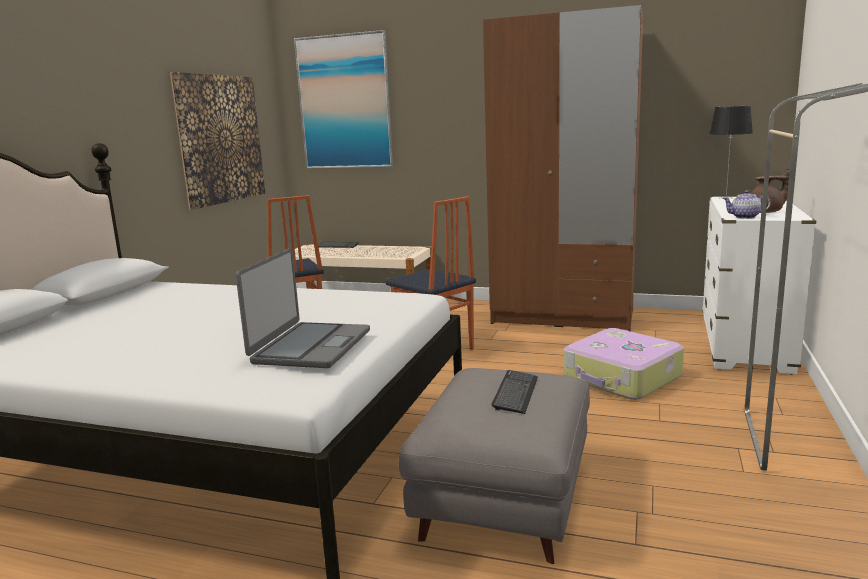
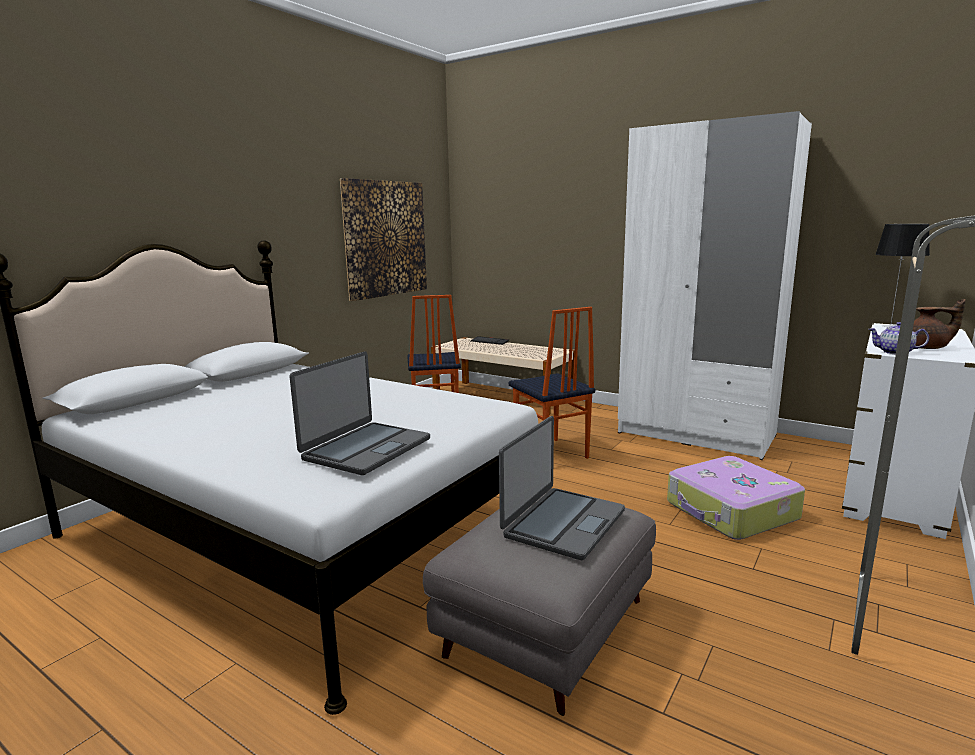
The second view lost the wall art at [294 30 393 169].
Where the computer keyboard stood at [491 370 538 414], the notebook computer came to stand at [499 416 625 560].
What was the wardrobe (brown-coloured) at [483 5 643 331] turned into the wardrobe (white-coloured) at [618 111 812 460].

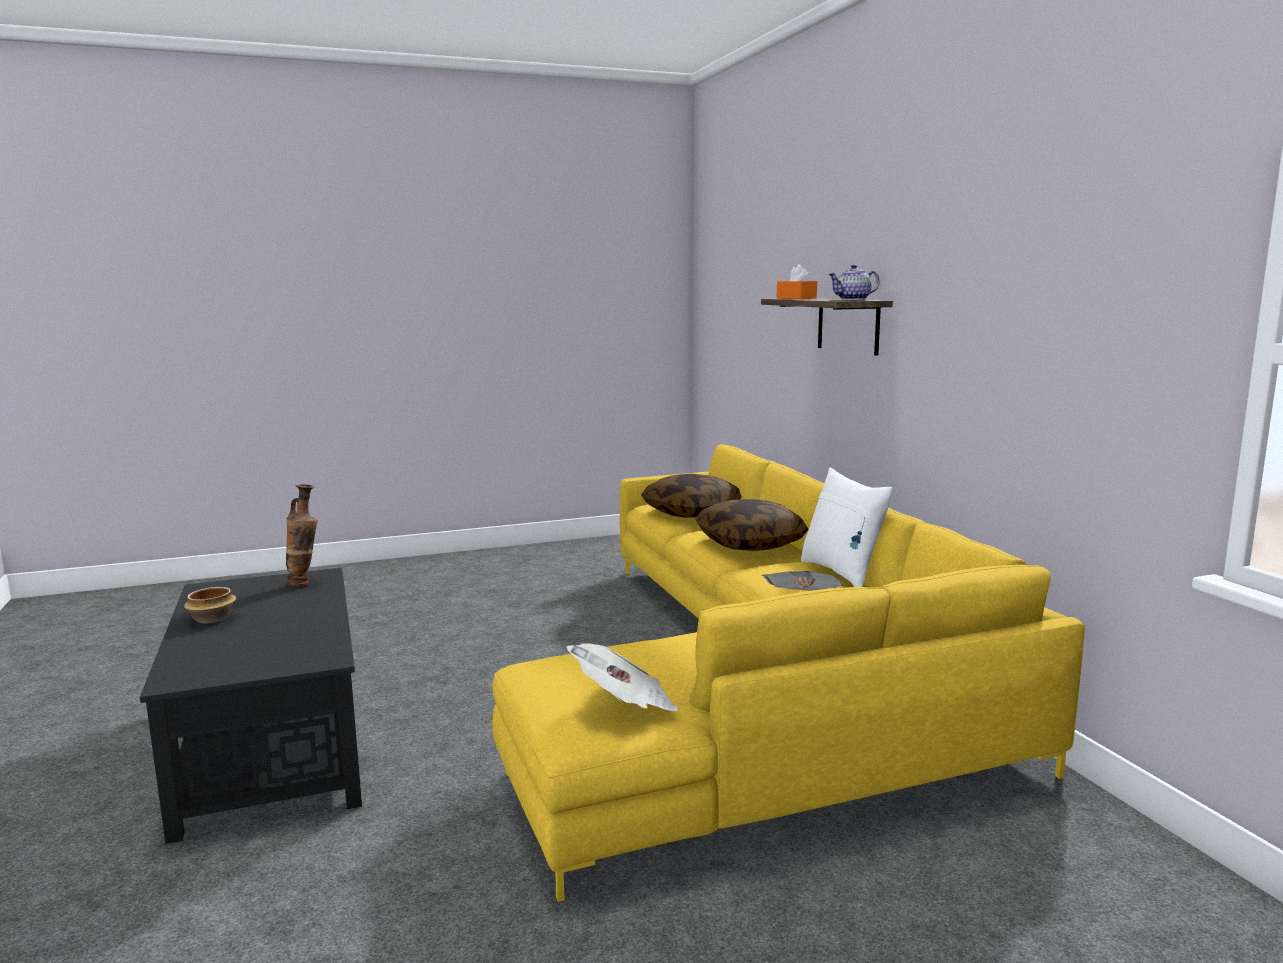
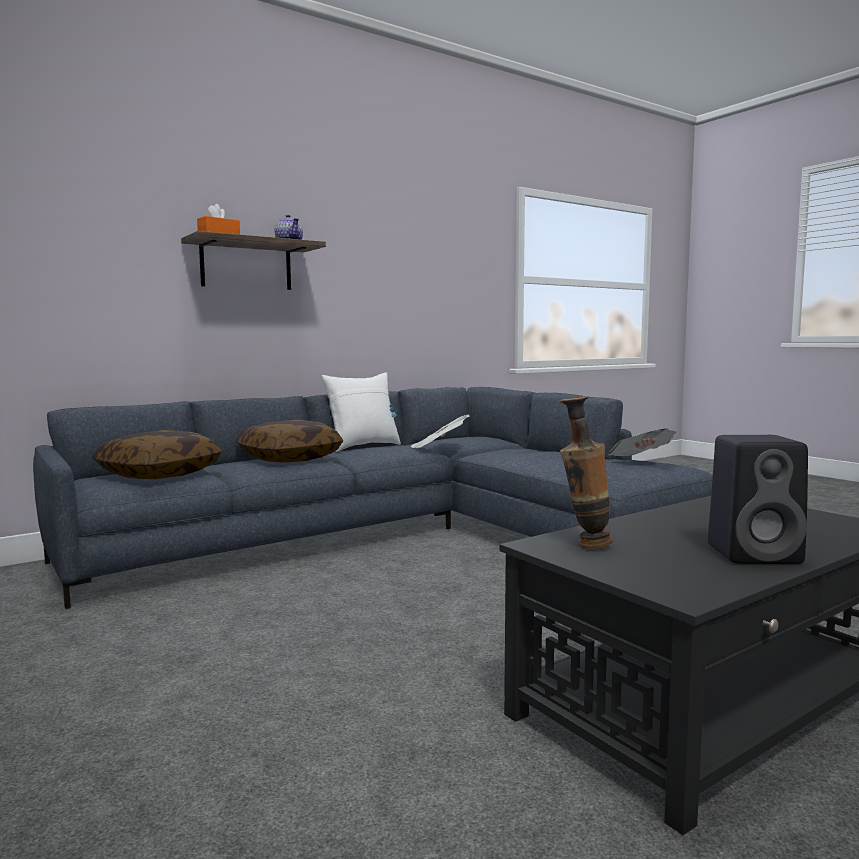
Where the deep dish stood at [184 587 236 624], the speaker (black) came to stand at [708 435 808 564].
What was the couch (yellow-coloured) at [492 444 1085 902] turned into the couch (bluish) at [33 387 713 609].

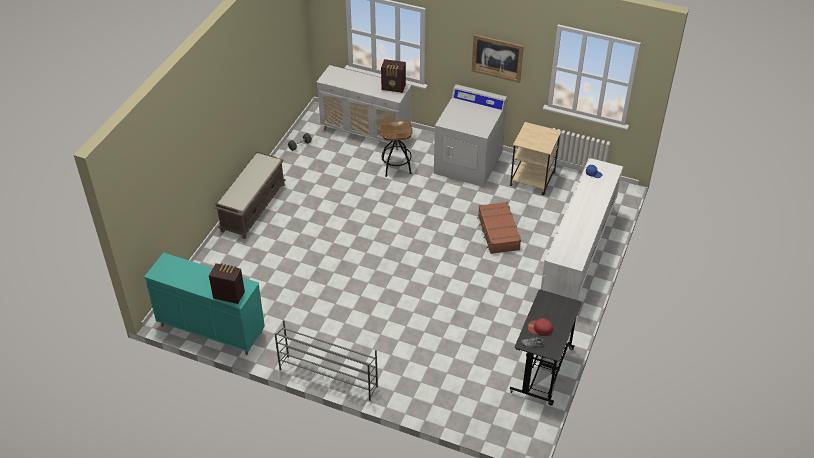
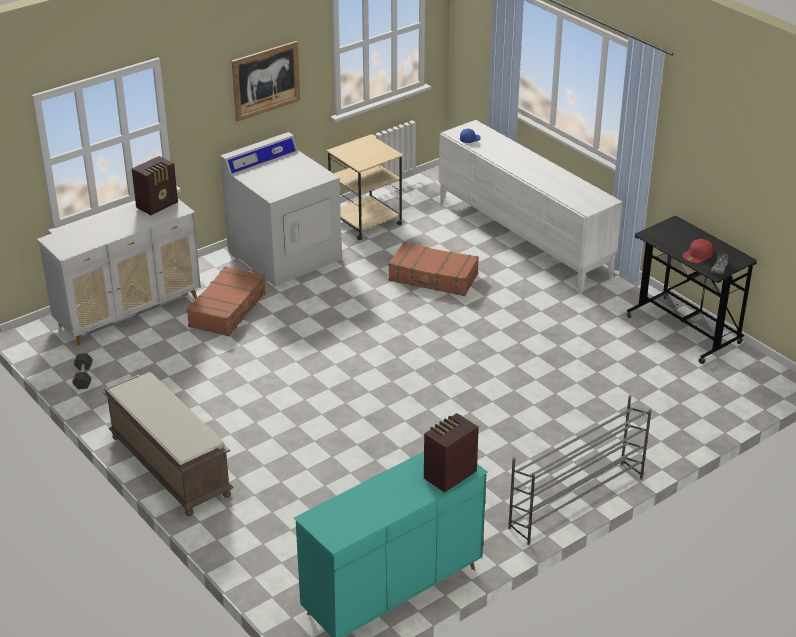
Where the sitting stool (brown-coloured) stood at [380 120 413 177], the suitcase (brown-coloured) came to stand at [187 266 266 336].

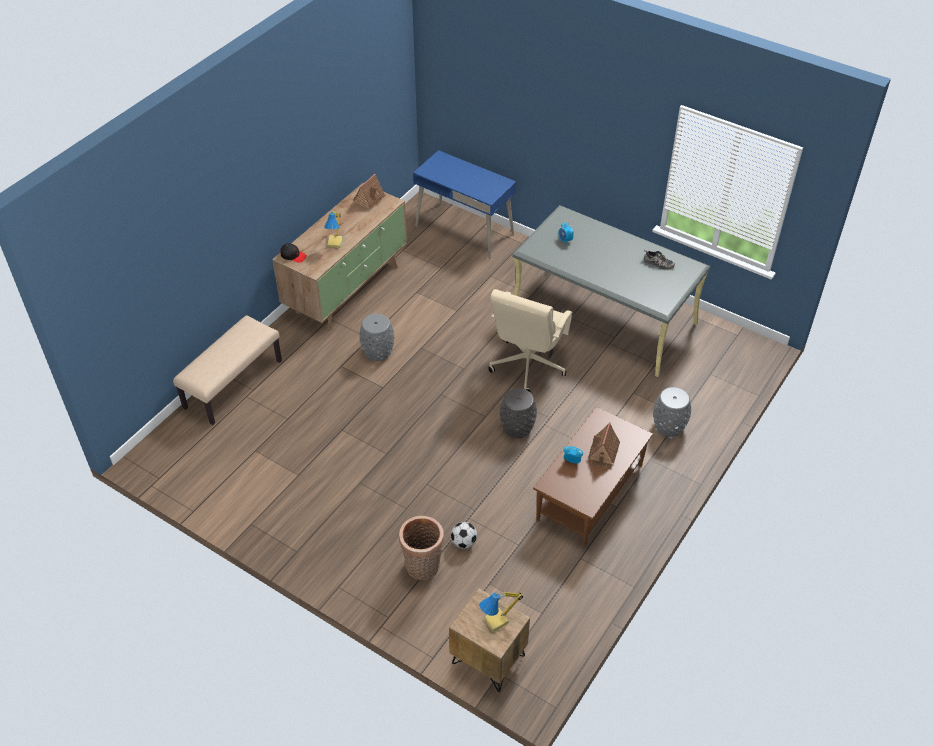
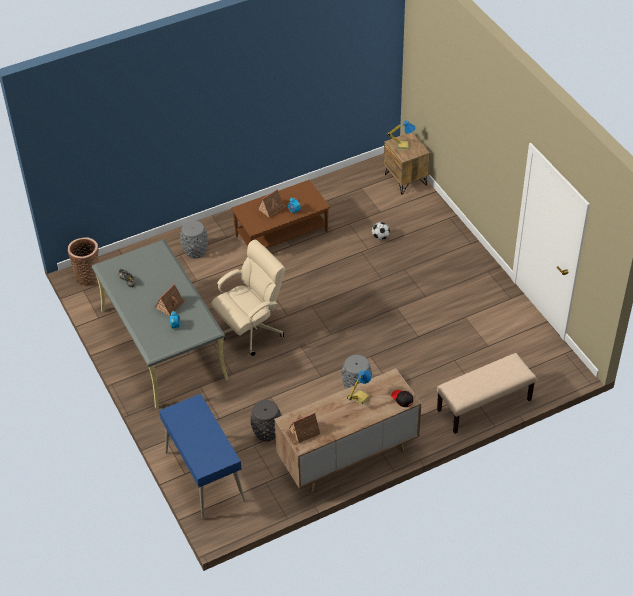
The second view gained the miniature house at [155 284 186 316].
The storage basket ended up elsewhere, having gone from [399 515 444 580] to [68 237 99 287].
The sitting stool (grey) ended up elsewhere, having gone from [500 388 537 438] to [250 400 281 441].

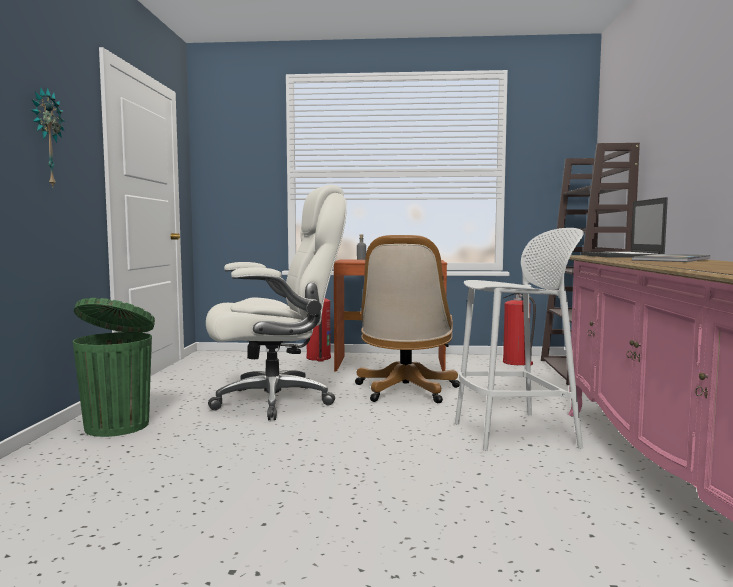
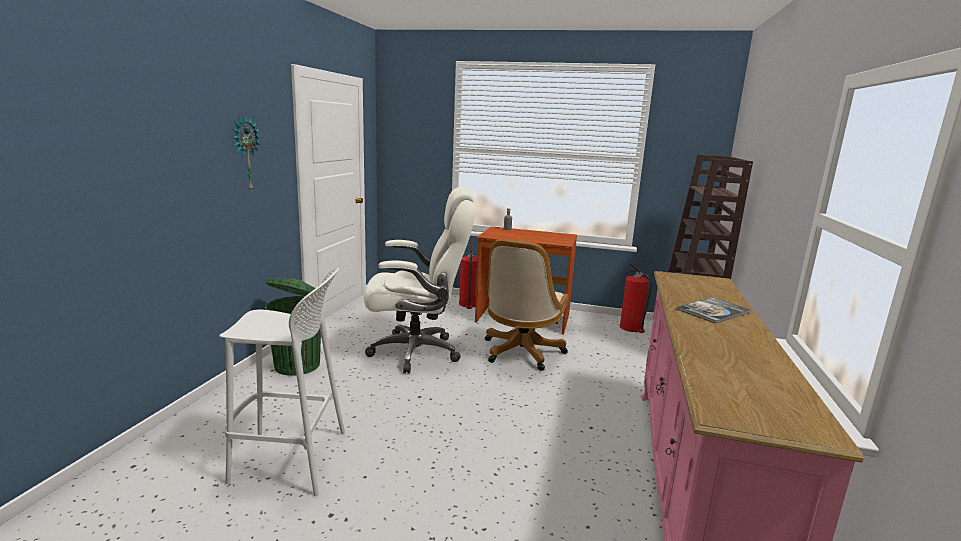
The second view lost the notebook computer at [581 197 668 258].
The sitting stool (white-coloured) ended up elsewhere, having gone from [455 228 584 451] to [219 267 345 496].

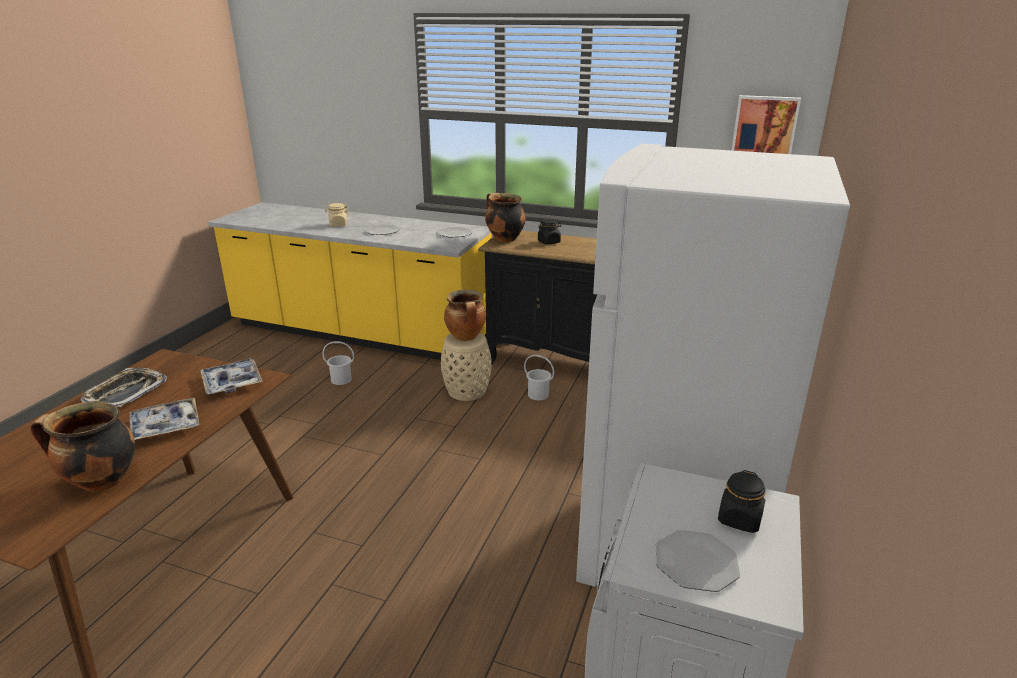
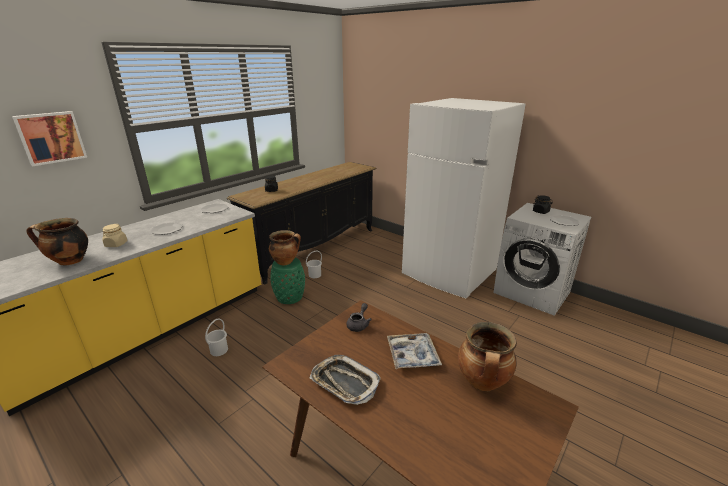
The cooking pot ended up elsewhere, having gone from [485 193 526 242] to [26 218 88 265].
The wall art ended up elsewhere, having gone from [732 95 801 154] to [12 111 87 166].
Where the serving tray stood at [200 358 263 395], the teapot (grey) came to stand at [346 303 372 332].
What was the sitting stool (beige) at [441 332 492 401] turned into the sitting stool (greenish) at [270 258 305 304].

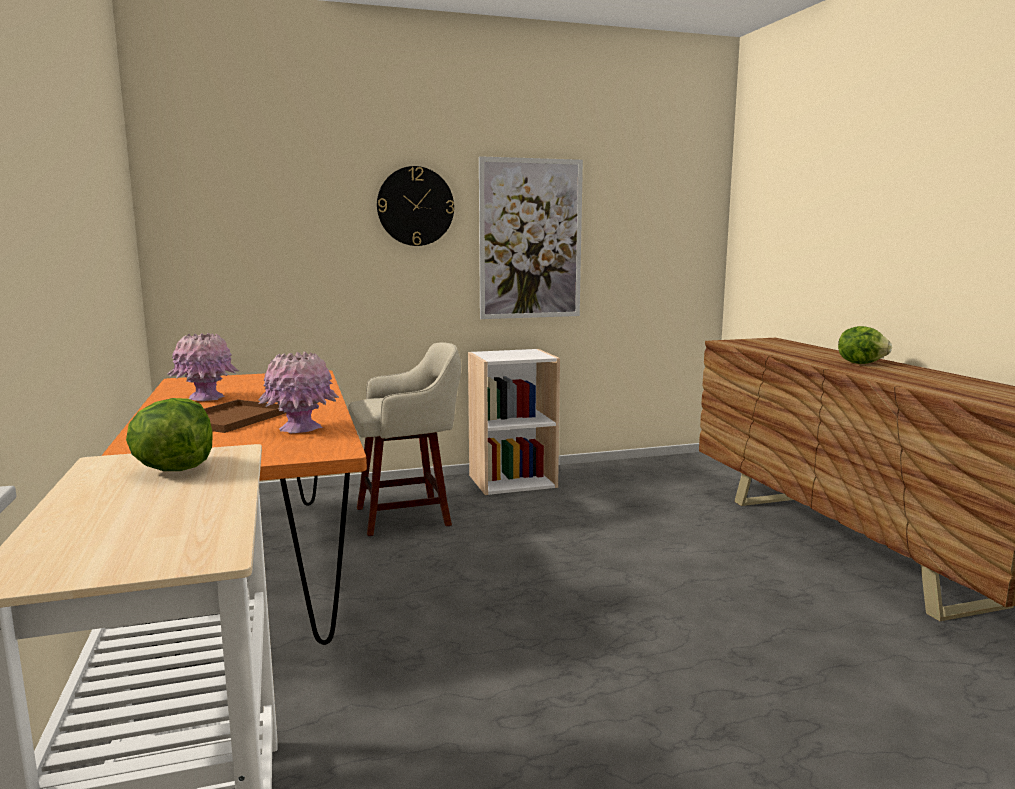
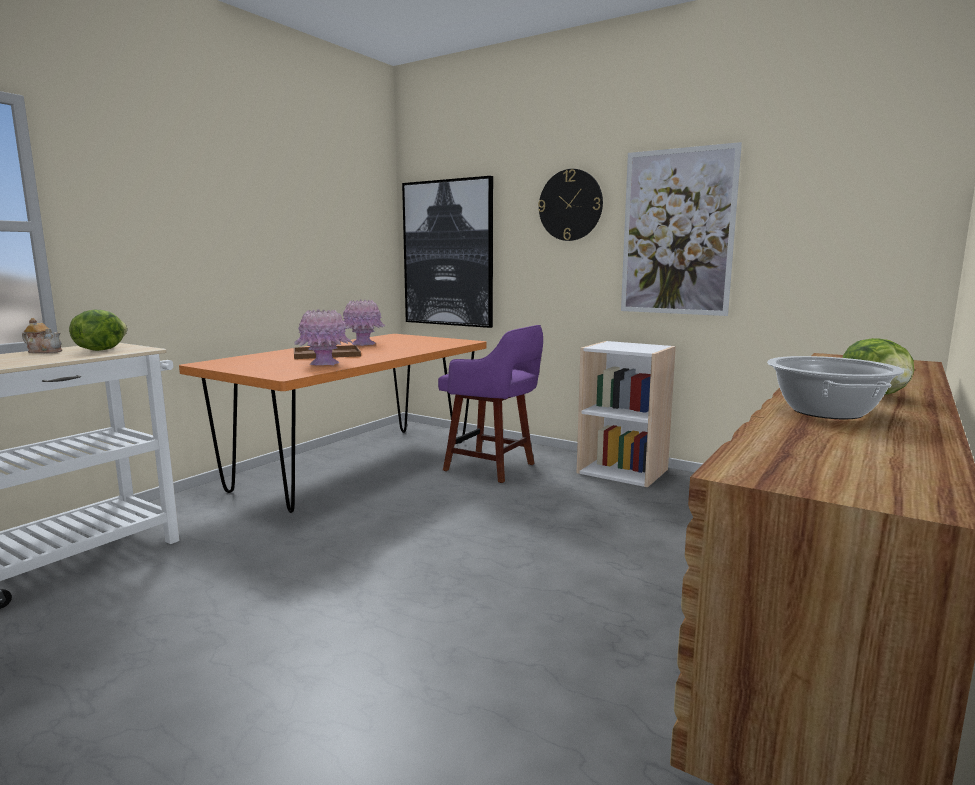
The second view gained the teapot at [22 318 62 353].
The second view gained the wall art at [402 176 493 328].
The second view gained the cooking pot at [767 356 904 419].
What was the sitting stool (beige) at [348 342 461 536] turned into the sitting stool (purplish) at [438 325 543 483].

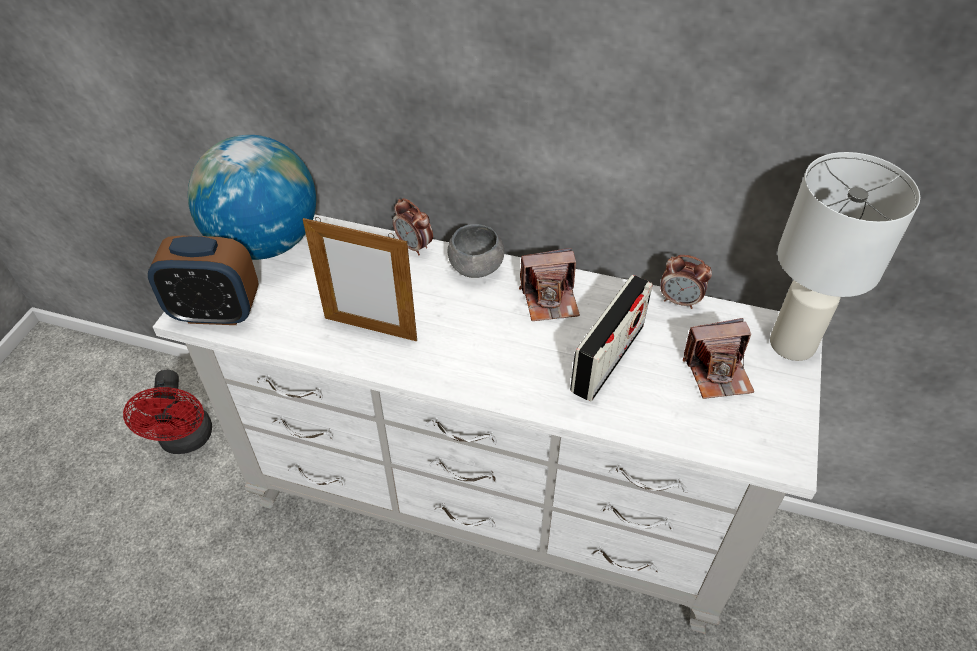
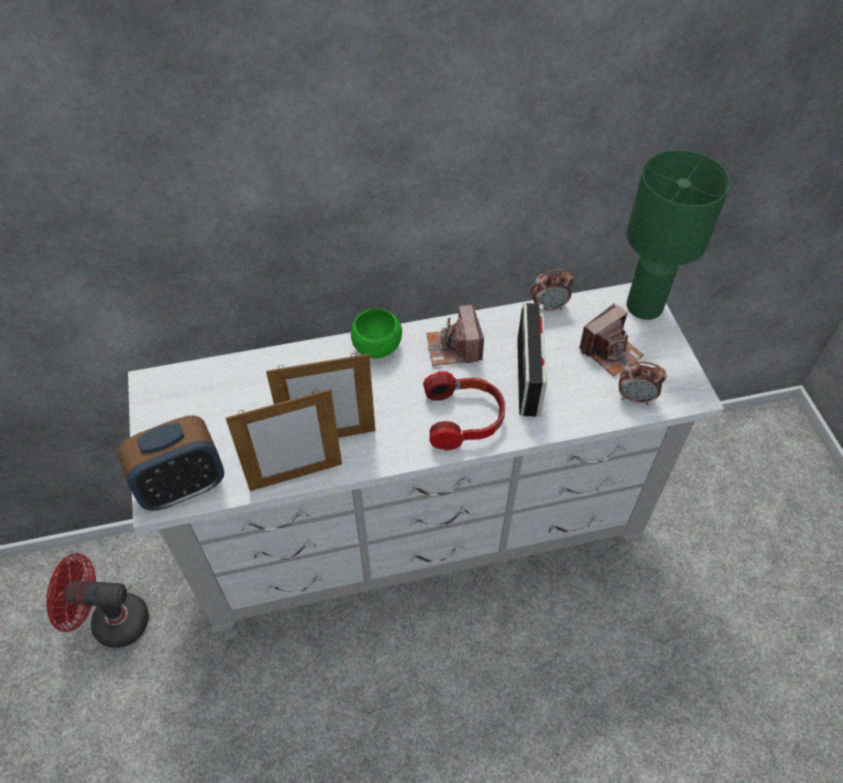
The second view lost the world globe at [188 135 316 260].
The second view gained the picture frame at [226 389 342 491].
The second view gained the pair of headphones at [423 371 505 451].
The bedside clock ended up elsewhere, having gone from [393 198 433 256] to [619 361 667 405].
What was the deep dish (grey) at [448 224 504 278] turned into the deep dish (greenish) at [351 309 402 359].
What was the tabletop lamp (white-coloured) at [770 152 920 361] turned into the tabletop lamp (greenish) at [627 150 730 320].
The fan (red) at [123 370 212 454] ended up facing another way, 135 degrees clockwise from before.
The still camera at [519 248 580 321] ended up facing another way, 120 degrees clockwise from before.

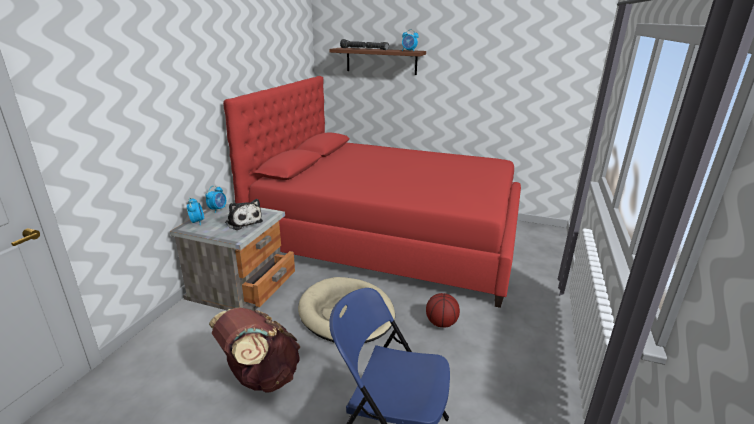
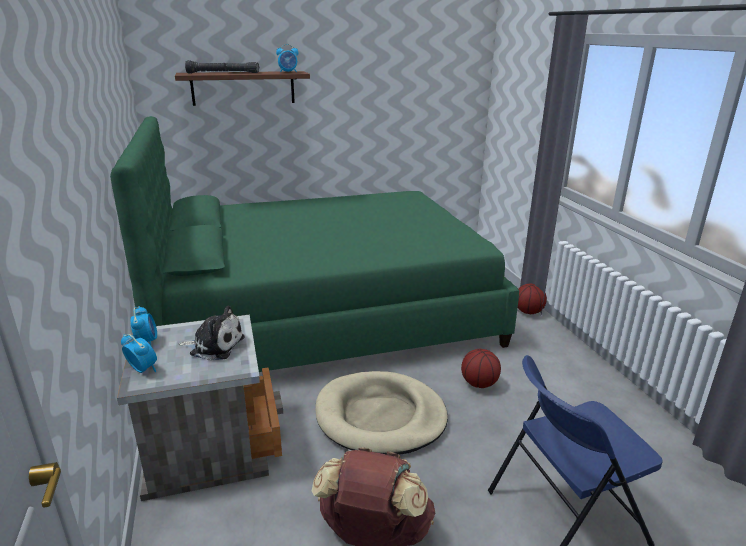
The second view gained the basketball ball at [518 283 547 314].
What was the sleeping bed (red) at [223 76 521 308] turned into the sleeping bed (greenish) at [110 116 519 372].

